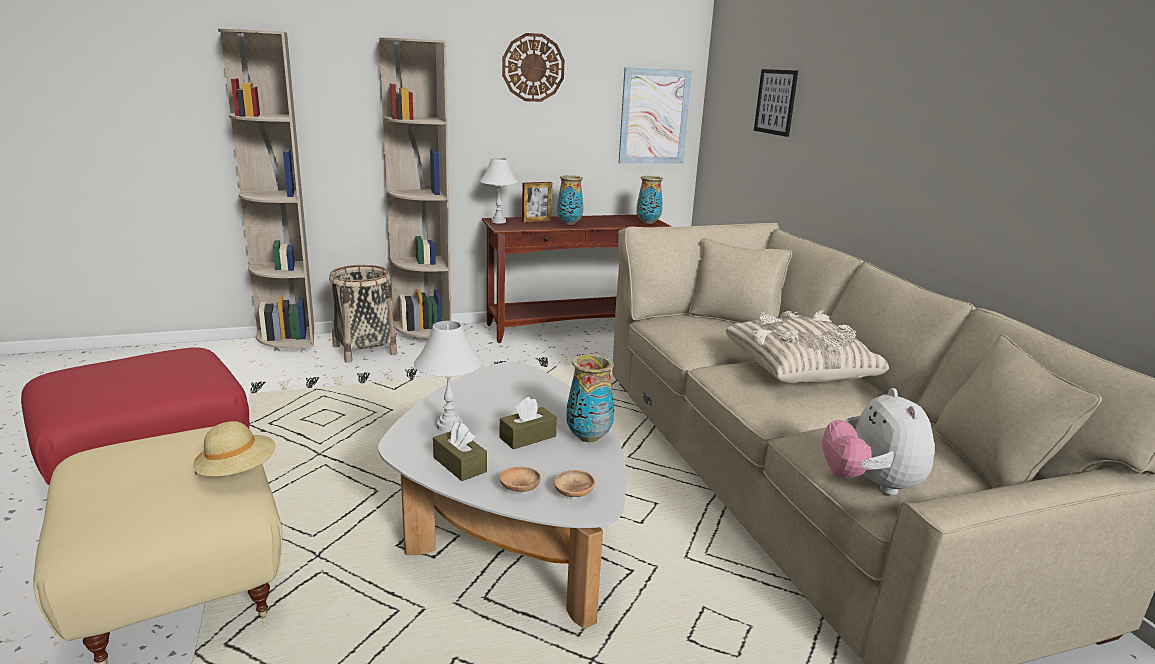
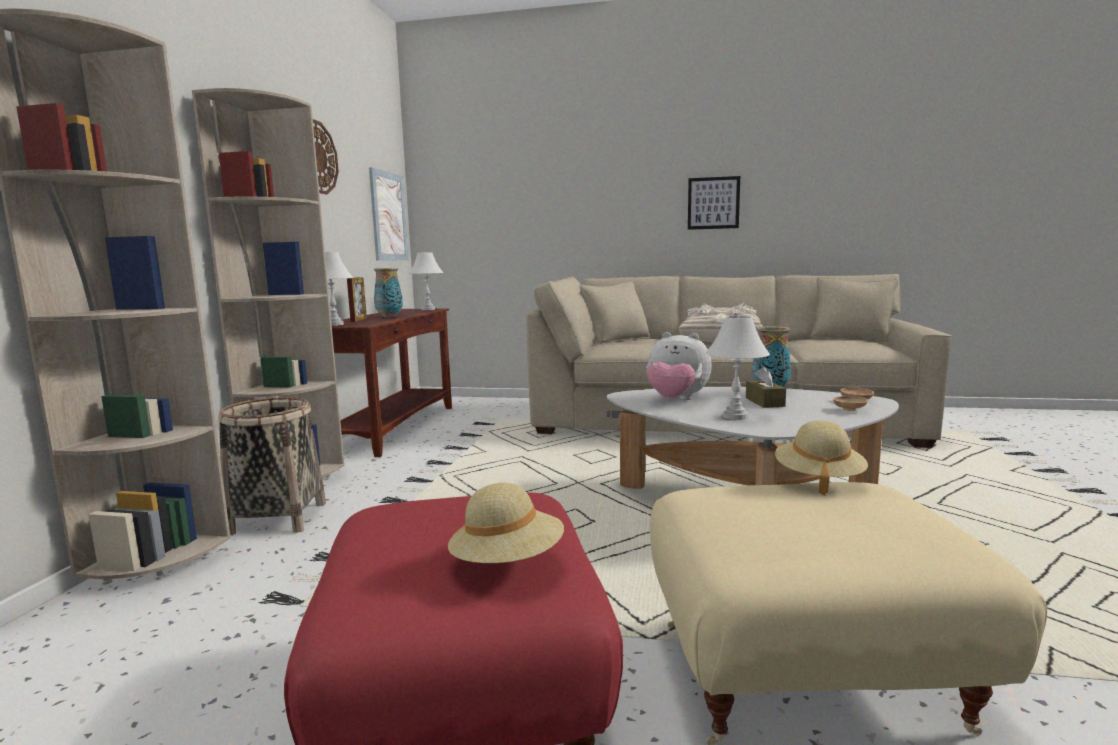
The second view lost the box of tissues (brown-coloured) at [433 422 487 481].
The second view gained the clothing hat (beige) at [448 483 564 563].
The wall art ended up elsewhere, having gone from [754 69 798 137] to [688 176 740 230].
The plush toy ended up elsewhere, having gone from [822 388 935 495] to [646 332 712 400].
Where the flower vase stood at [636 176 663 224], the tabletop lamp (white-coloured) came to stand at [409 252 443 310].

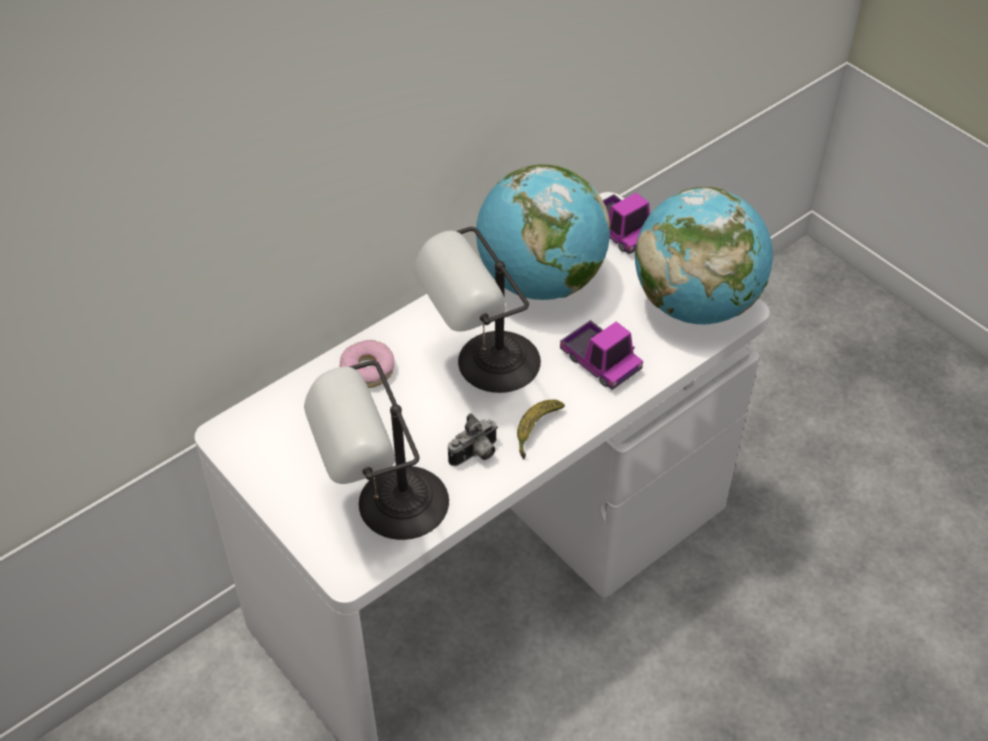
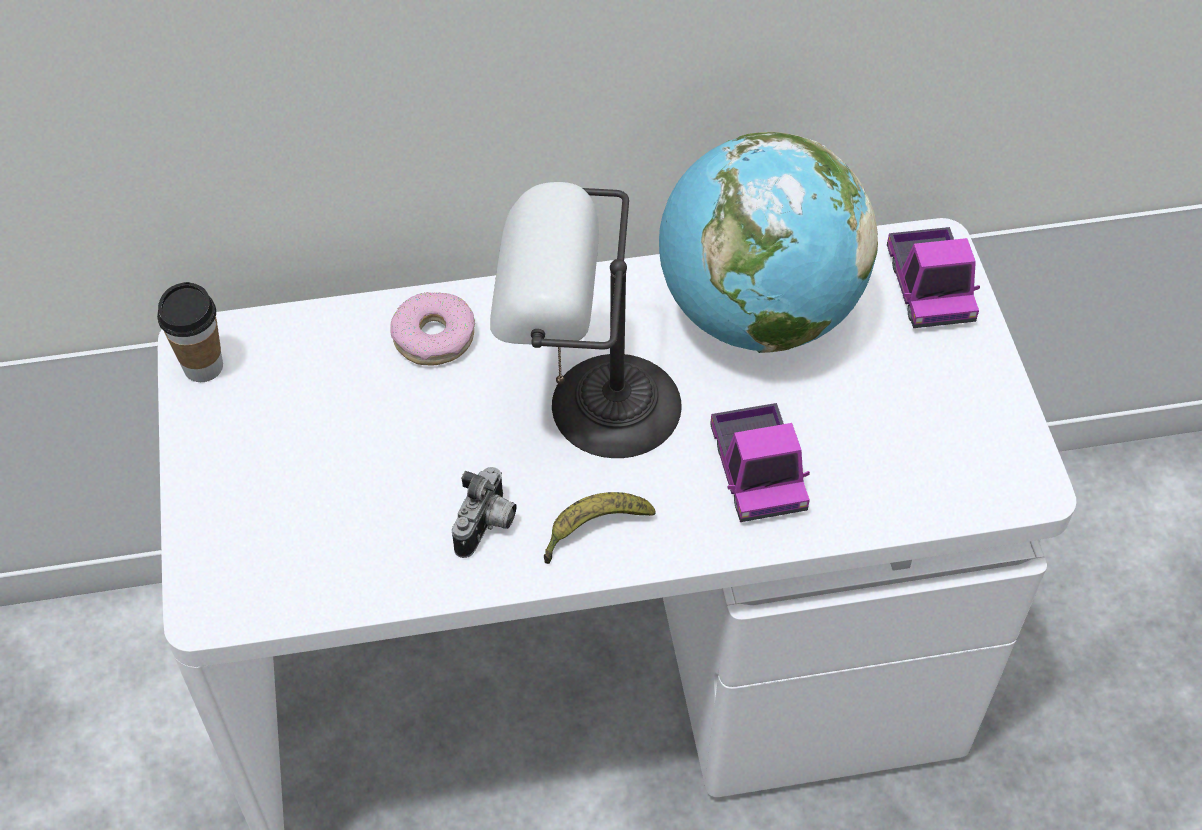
The second view lost the tabletop lamp at [304 361 449 540].
The second view lost the world globe at [635 187 773 325].
The second view gained the small cup at [157 282 223 382].
The still camera at [448 413 498 466] ended up facing another way, 60 degrees counterclockwise from before.

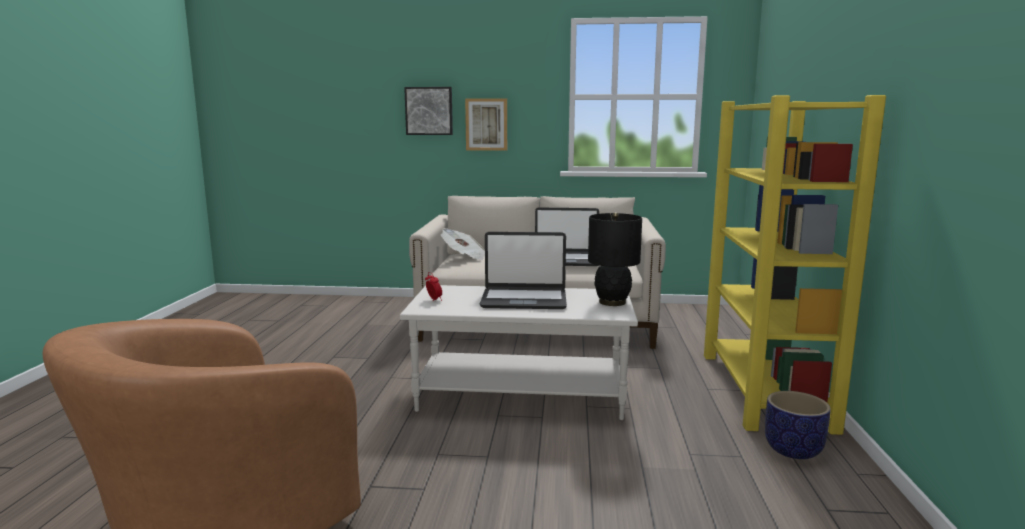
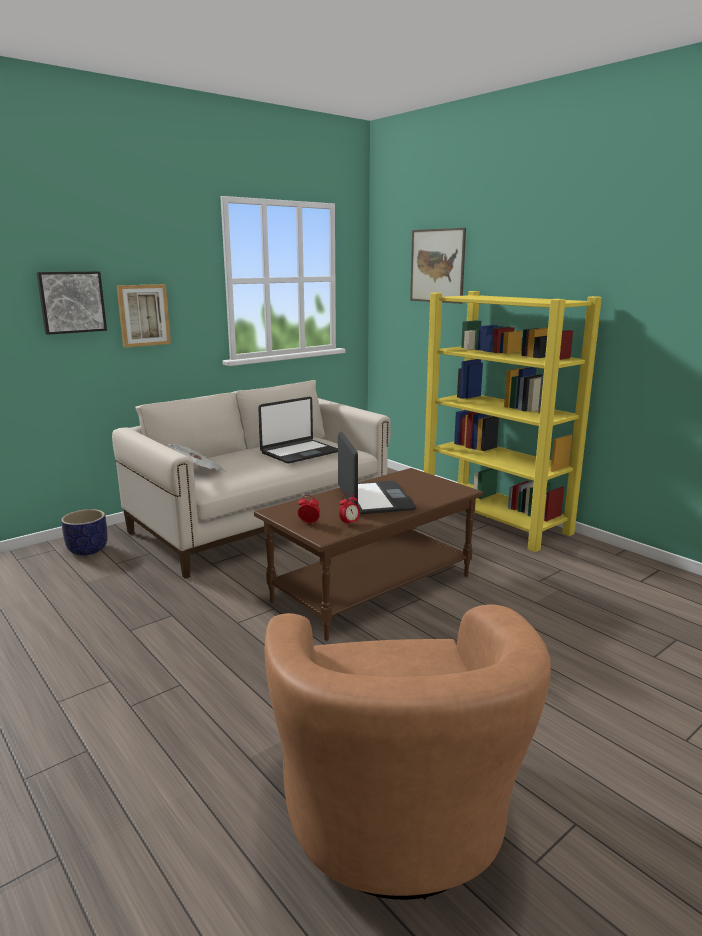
The second view lost the tabletop lamp (black) at [588 213 642 306].
The second view gained the bedside clock at [339 493 360 527].
The second view gained the wall art at [410 228 466 304].
The planter ended up elsewhere, having gone from [765 391 831 459] to [61 509 107 556].
What was the lounge table (white-coloured) at [400 285 638 420] turned into the lounge table (brown-coloured) at [254 468 483 641].
The notebook computer at [480 232 567 309] ended up facing another way, 60 degrees counterclockwise from before.

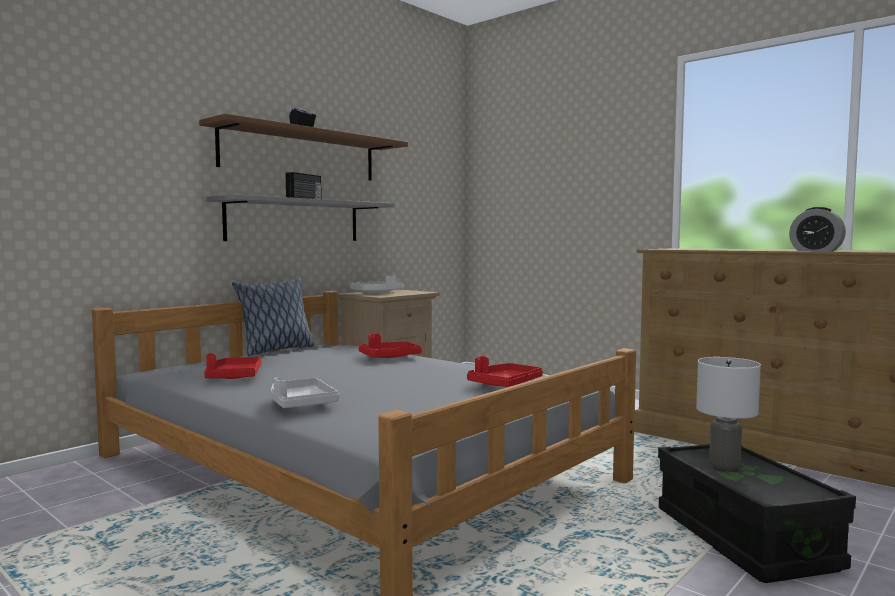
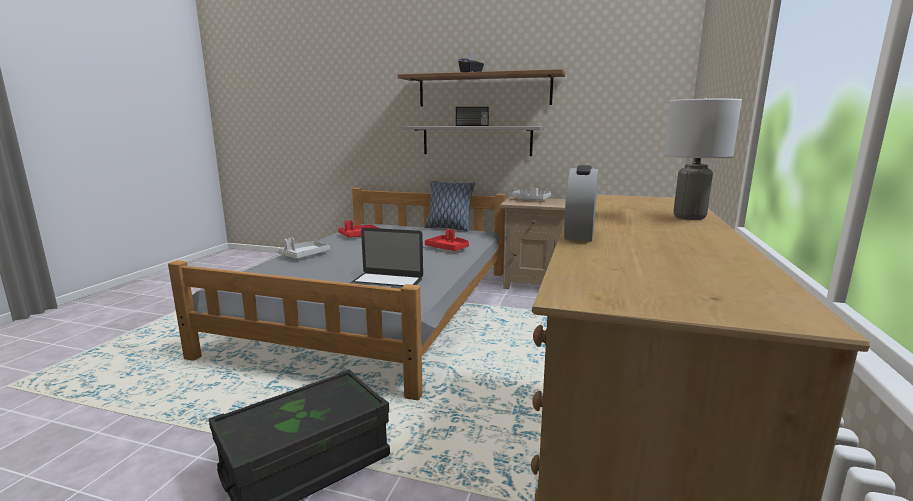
The tabletop lamp (white-coloured) ended up elsewhere, having gone from [696 357 761 471] to [664 97 742 220].
Where the serving tray (red) stood at [467 356 543 387], the notebook computer came to stand at [350 228 423 289].

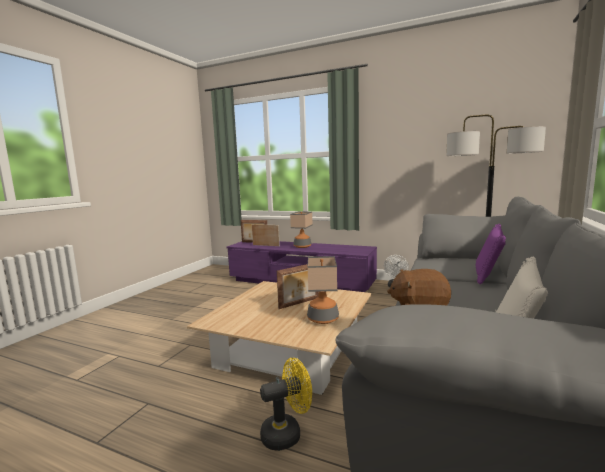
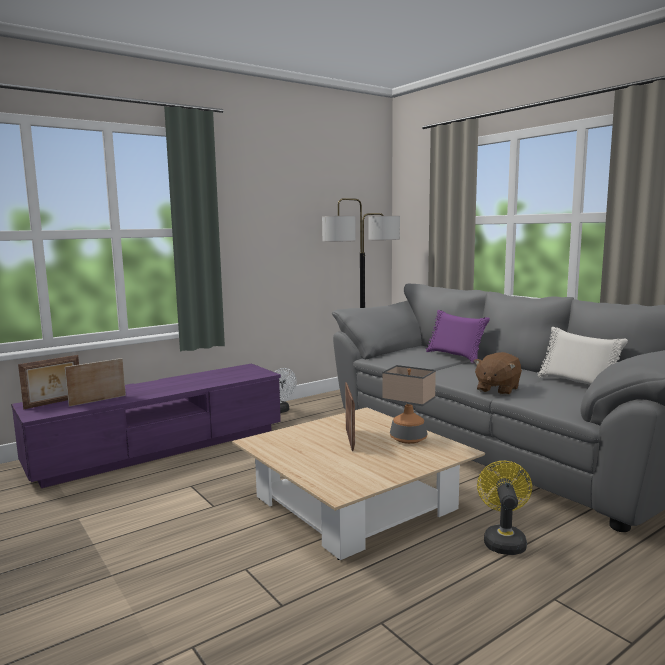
The second view lost the tabletop lamp at [290 212 313 248].

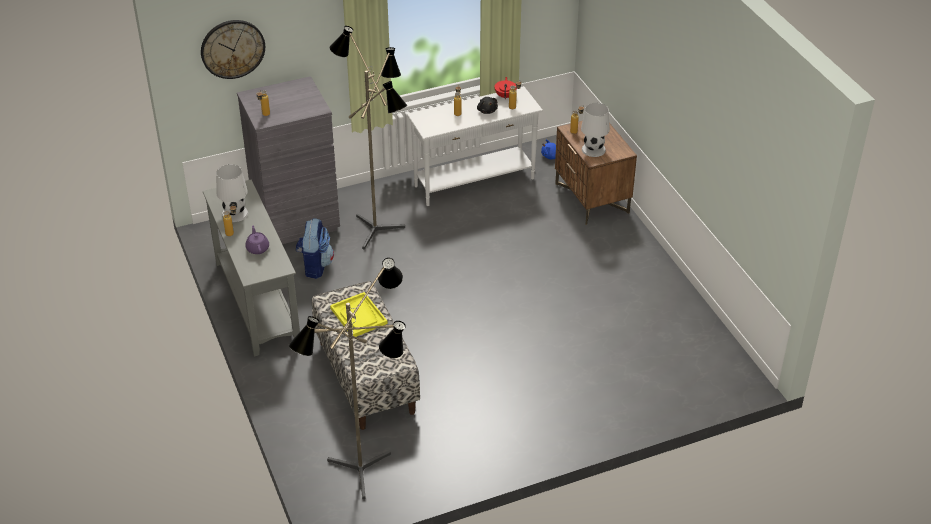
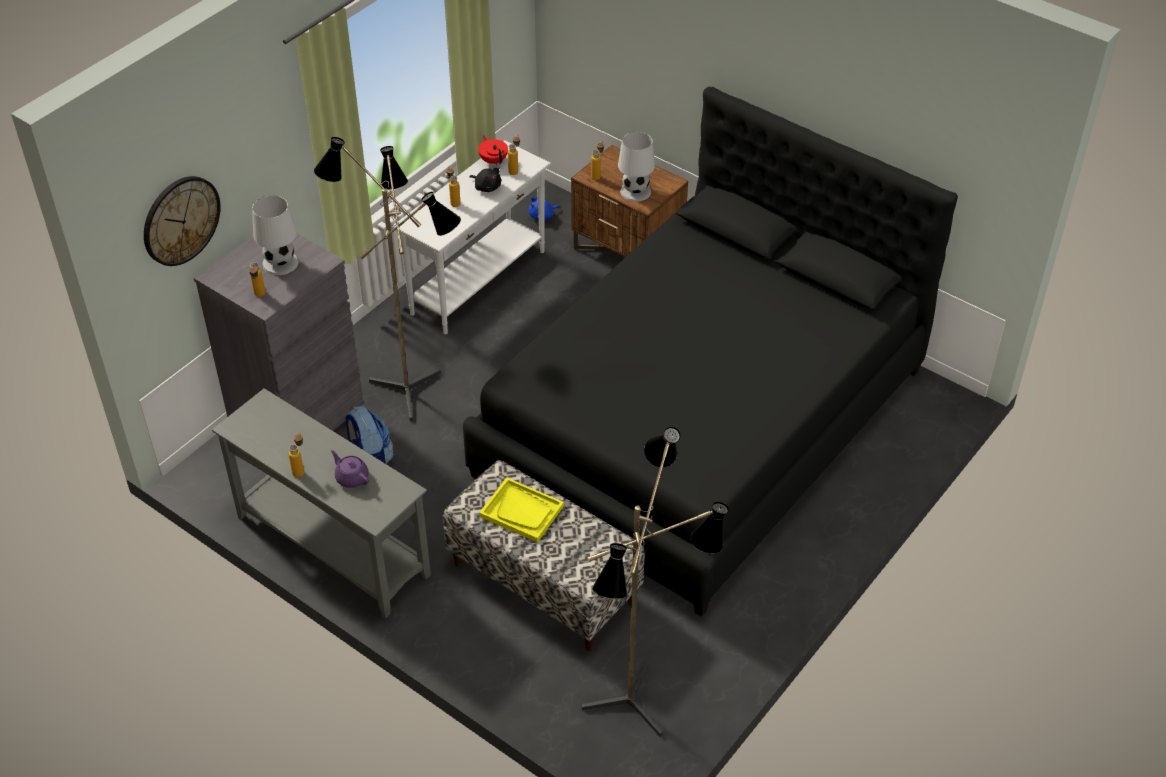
The second view gained the sleeping bed (black) at [463 87 958 617].
The tabletop lamp (white-coloured) ended up elsewhere, having gone from [216 164 248 222] to [252 195 298 275].

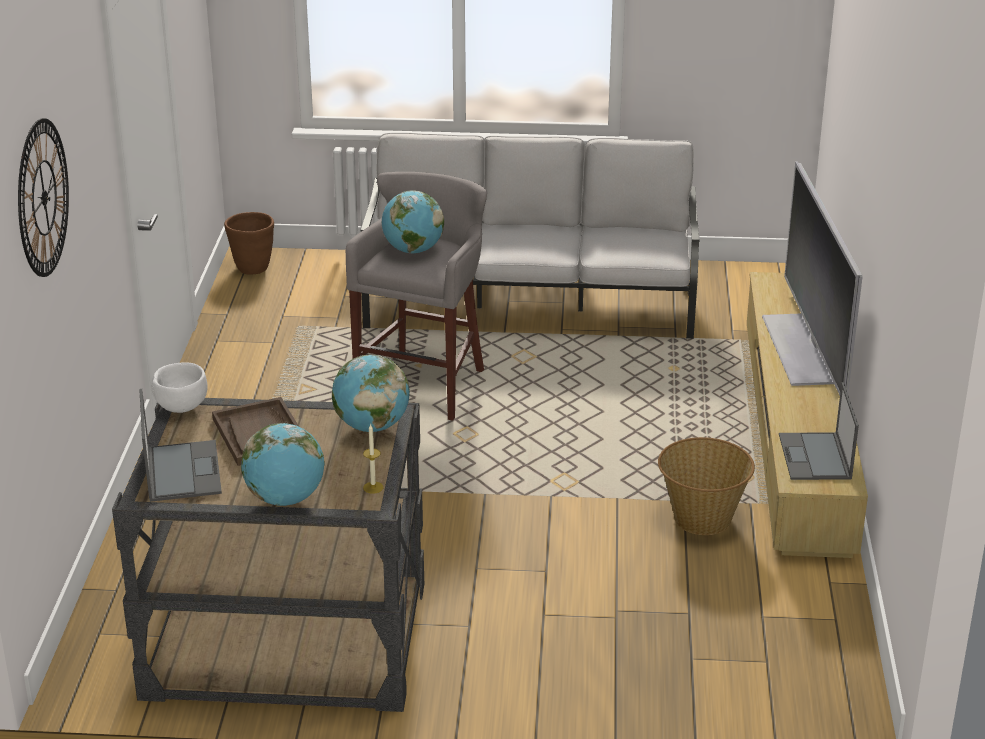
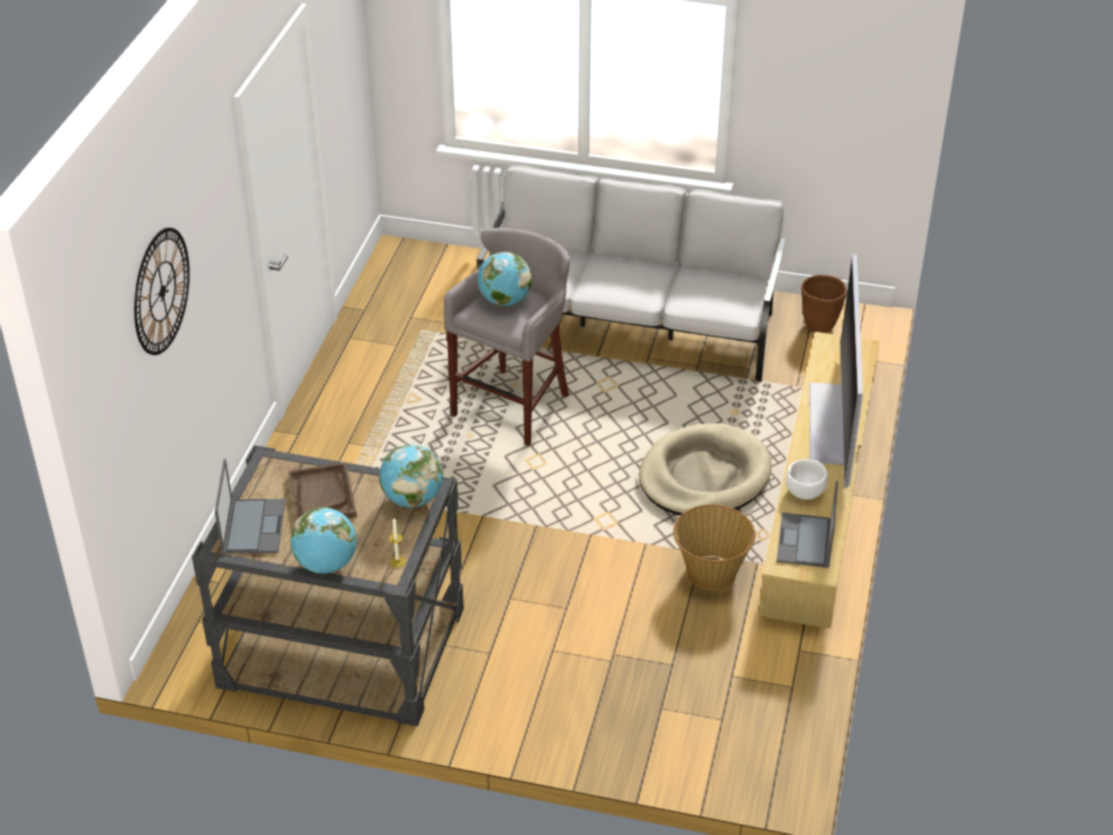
The second view gained the dog cushion (beige) at [639 423 772 515].
The deep dish (white-coloured) ended up elsewhere, having gone from [152 362 208 413] to [786 459 828 500].
The planter (brown-coloured) ended up elsewhere, having gone from [224 212 274 275] to [801 275 847 333].

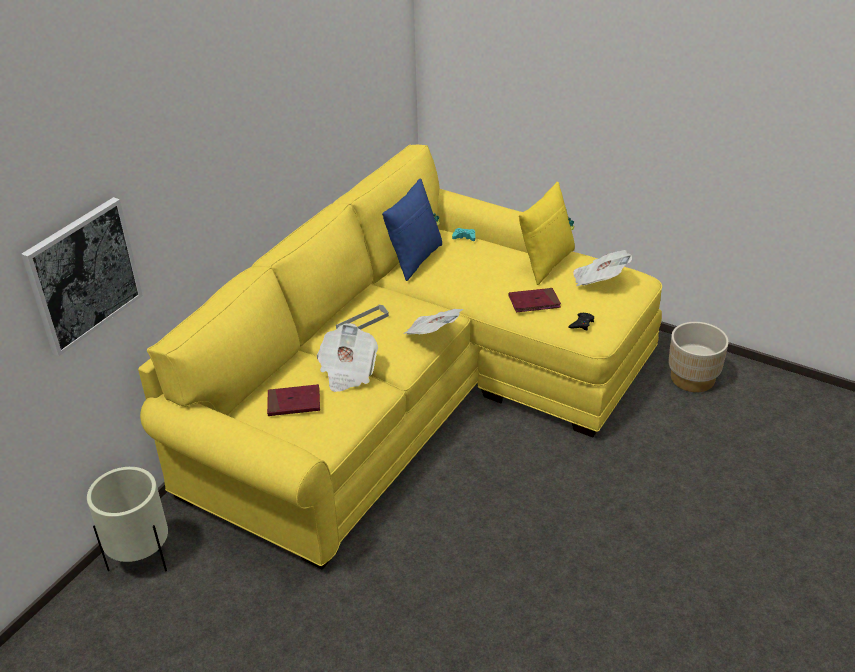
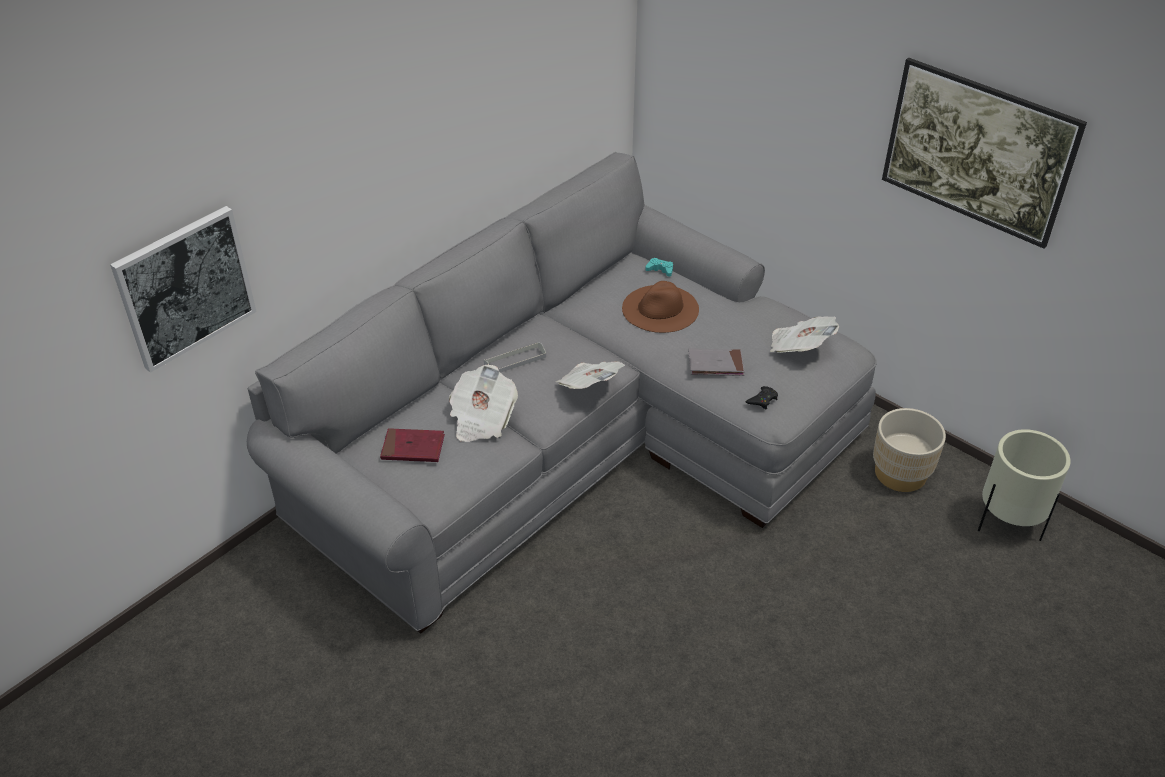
The second view lost the pillow (bluish) at [382 178 442 281].
The second view lost the pillow (yellow-coloured) at [519 182 575 285].
The second view gained the clothing hat (brown-coloured) at [622 281 699 333].
The second view gained the wall art at [882 58 1087 249].
The planter (beige) ended up elsewhere, having gone from [87 467 168 571] to [978 429 1071 541].
What was the couch (yellow-coloured) at [138 144 662 570] turned into the couch (grey) at [247 152 877 634].
What was the bound book (red) at [509 288 561 312] turned into the bound book (grey) at [688 348 745 376].

